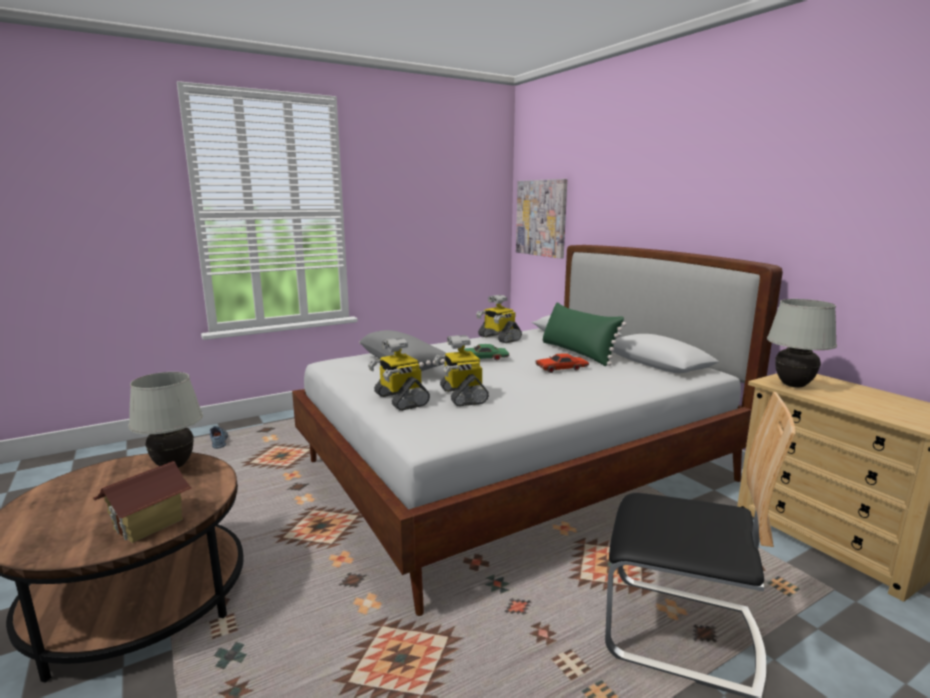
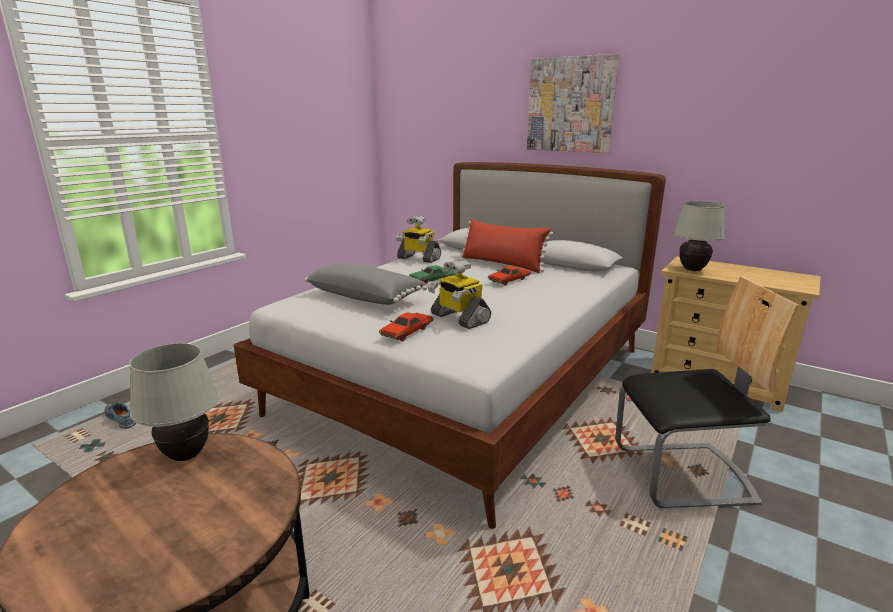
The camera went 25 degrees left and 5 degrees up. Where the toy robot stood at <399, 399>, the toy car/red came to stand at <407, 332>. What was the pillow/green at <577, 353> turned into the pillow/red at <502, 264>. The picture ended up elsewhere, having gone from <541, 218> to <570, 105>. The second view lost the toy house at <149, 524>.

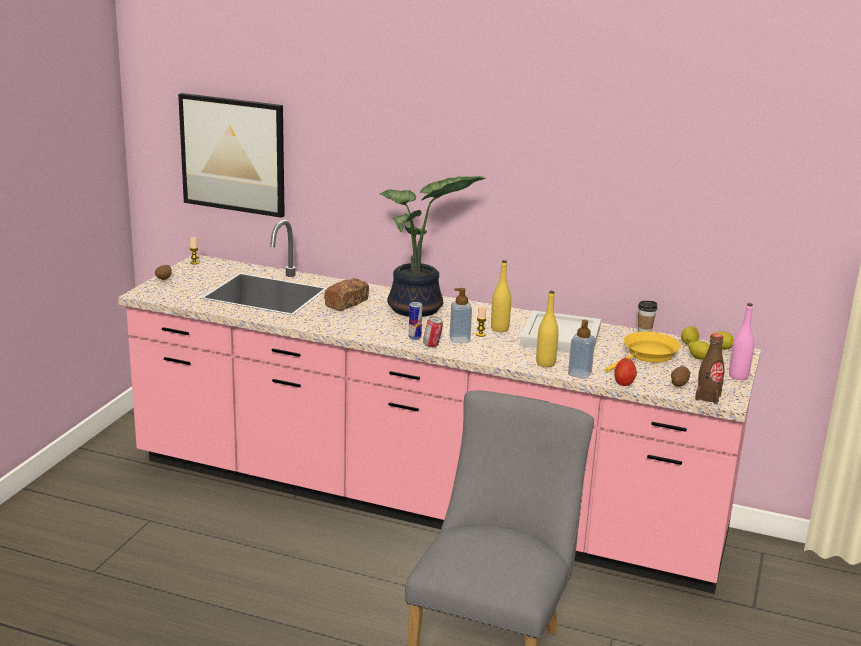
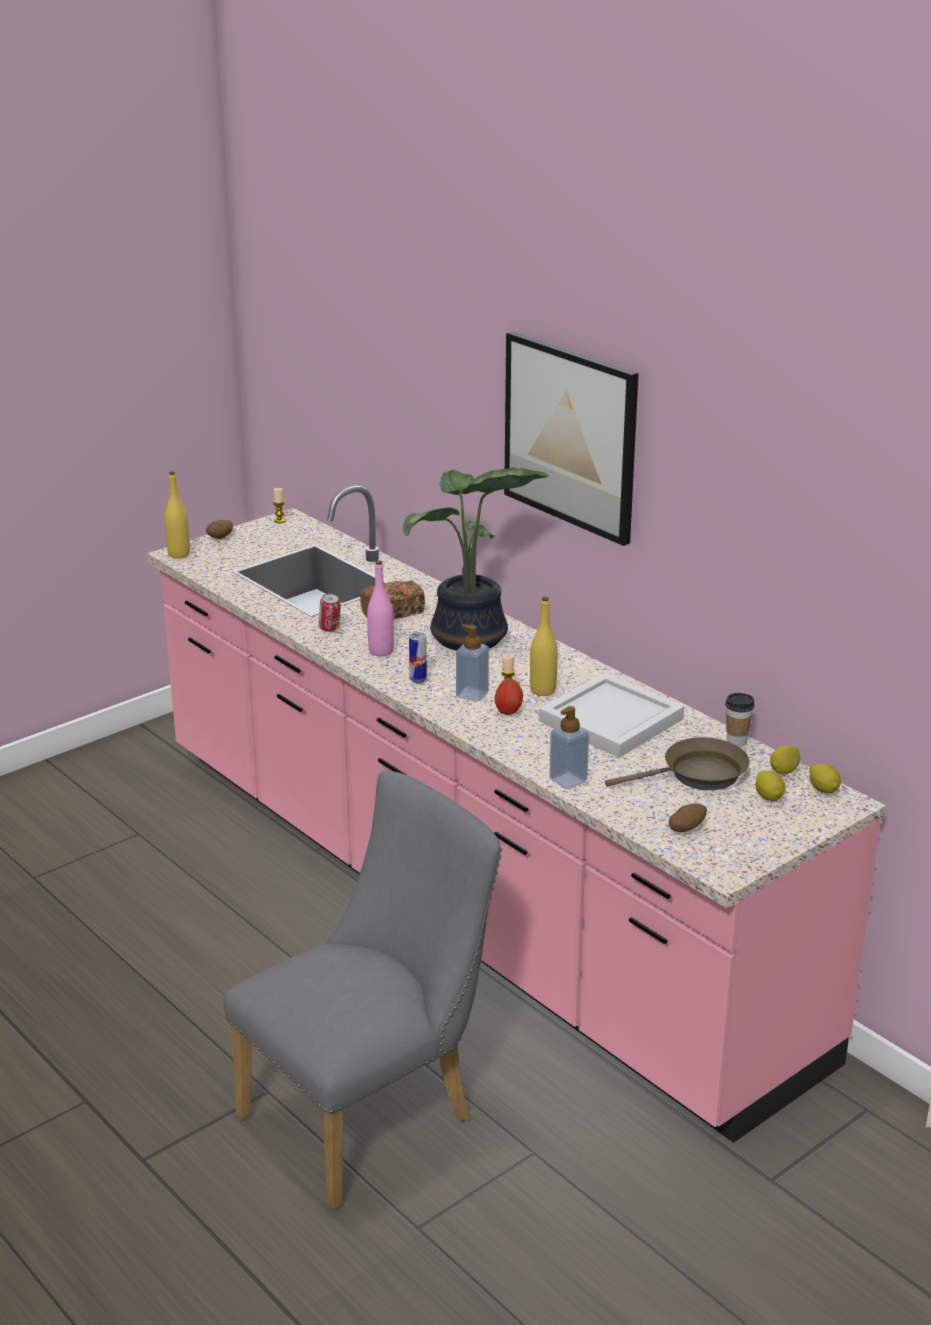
The camera went 30 degrees right and 5 degrees up. The bottle/yellow ended up elsewhere, having gone from <545, 363> to <179, 554>. The can ended up elsewhere, having gone from <432, 345> to <330, 630>. The bottle/pink ended up elsewhere, having gone from <738, 376> to <381, 651>. The apple ended up elsewhere, having gone from <624, 383> to <508, 711>. The picture ended up elsewhere, having gone from <233, 154> to <571, 436>. What was the frying pan/yellow at <647, 355> turned into the frying pan/brown at <698, 775>. The second view lost the bottle/brown at <708, 397>.

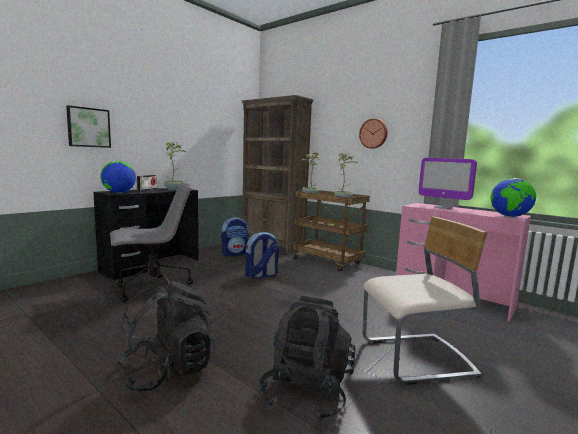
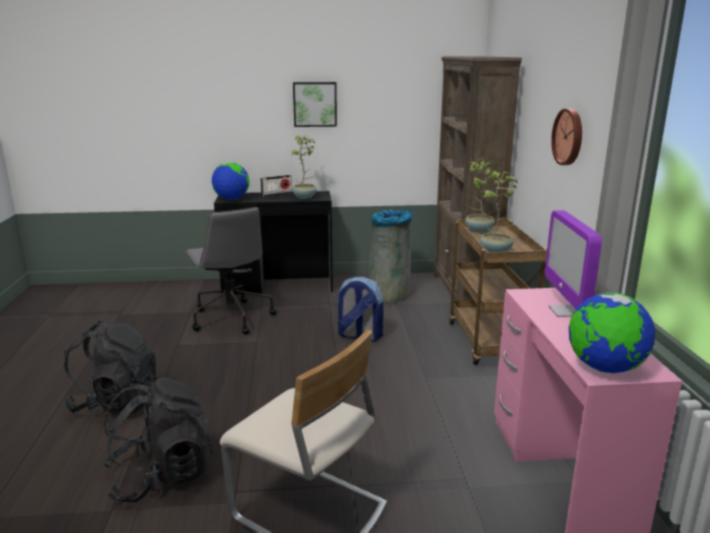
The camera went 45 degrees right and 10 degrees up. The office chair/grey at <152, 289> ended up facing another way, 45 degrees clockwise from before. The picture ended up elsewhere, having gone from <88, 127> to <315, 104>. Where the backpack stood at <235, 253>, the trash can/grey came to stand at <390, 293>.

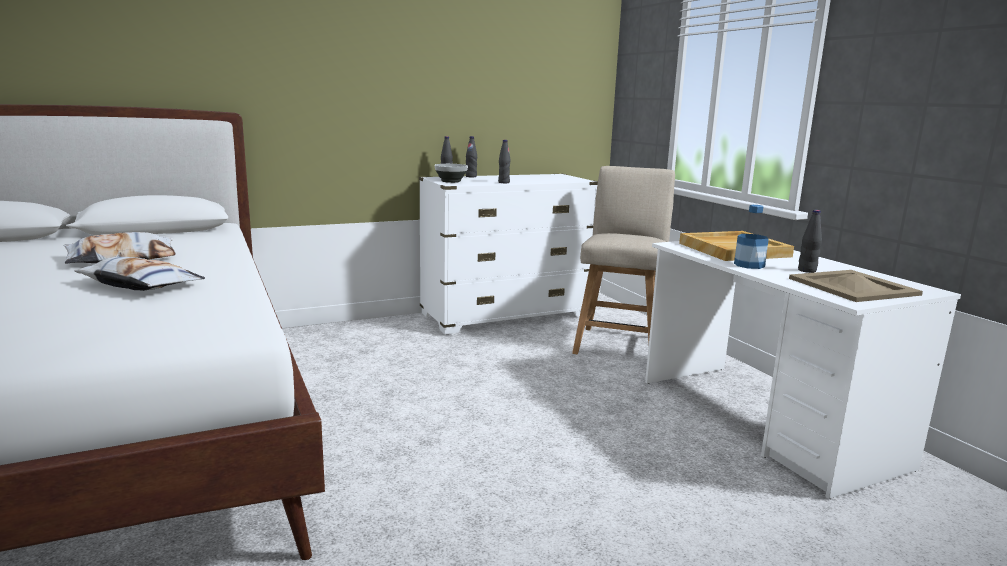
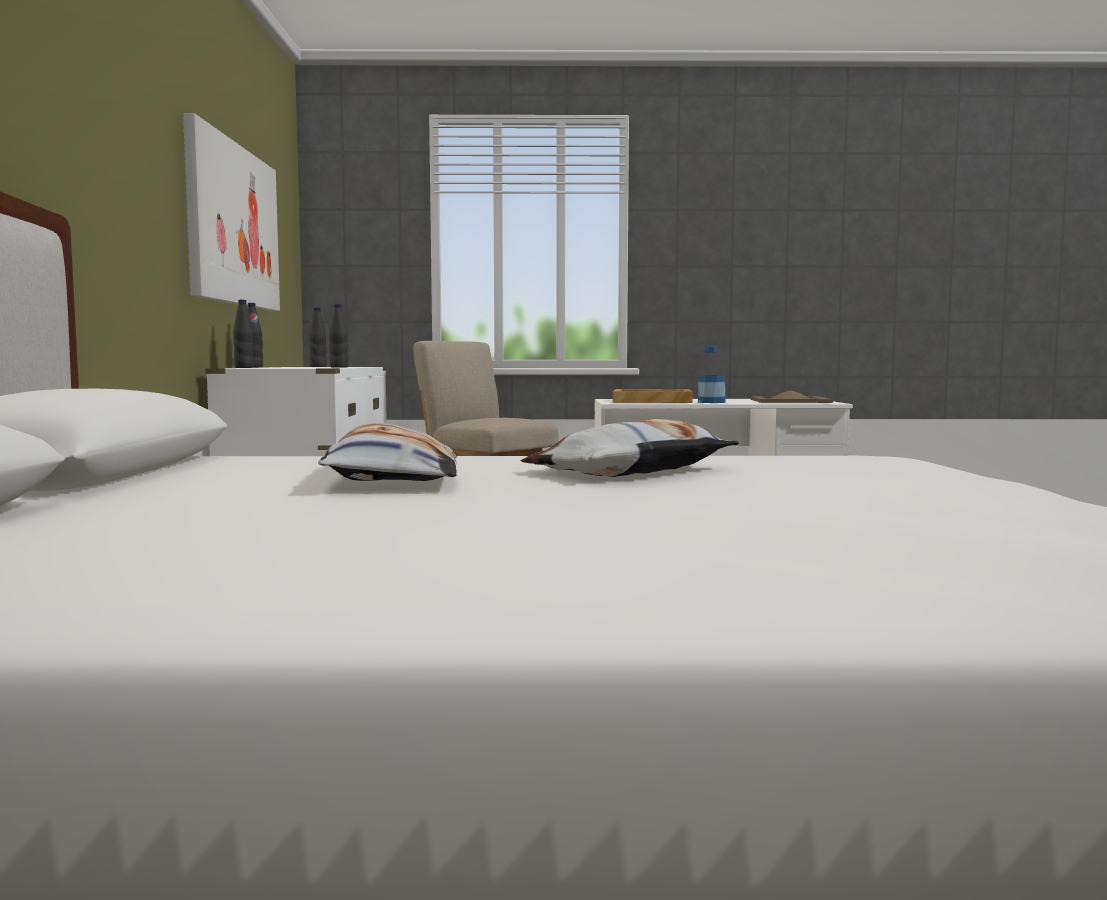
The camera went 65 degrees left and 10 degrees down. The second view gained the picture at <233, 225>. The bottle/black ended up elsewhere, having gone from <807, 270> to <318, 367>. The second view lost the bowl at <450, 181>.

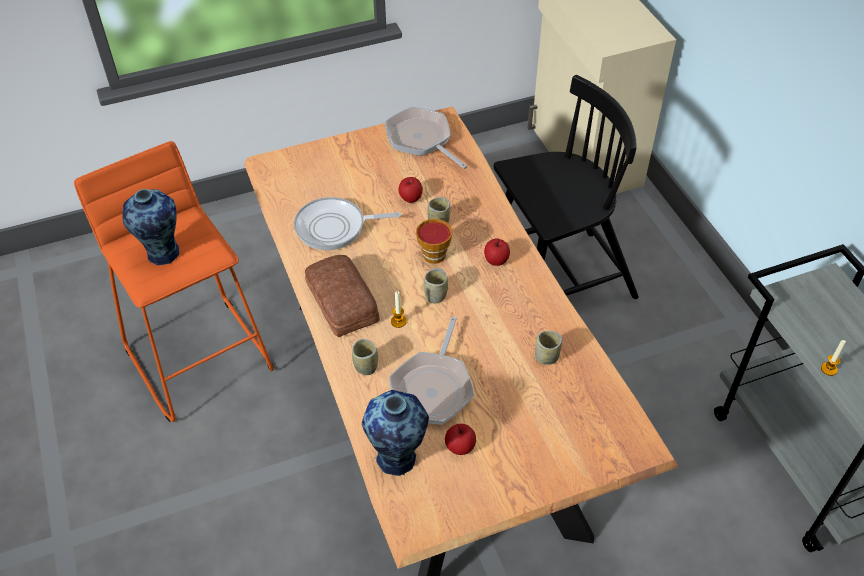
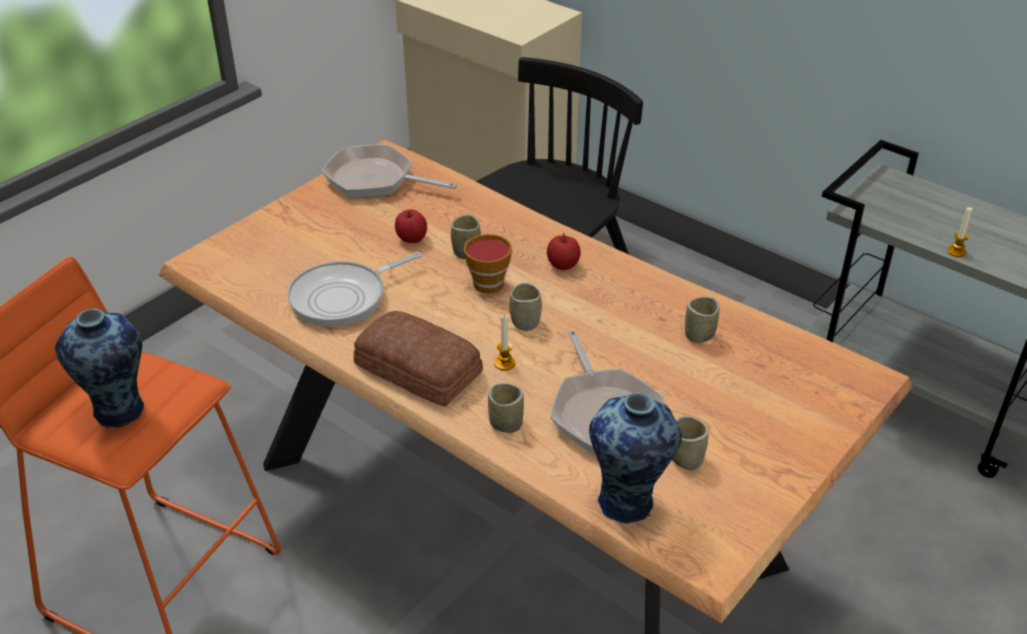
The camera went 30 degrees left and 10 degrees down. Where the apple stood at <460, 446>, the cup came to stand at <686, 459>.

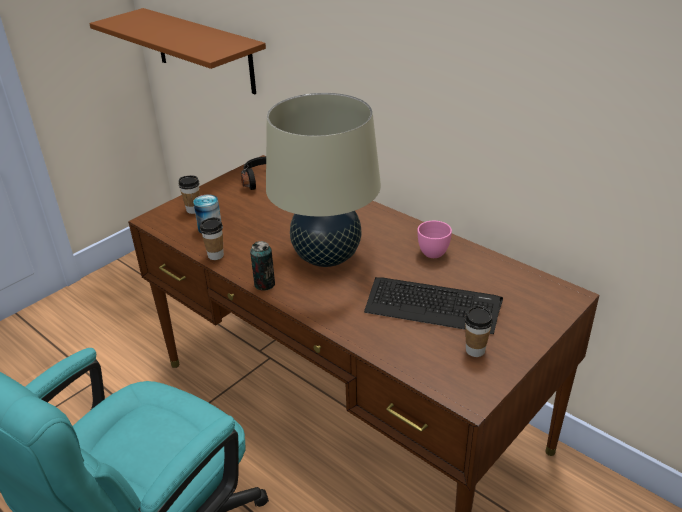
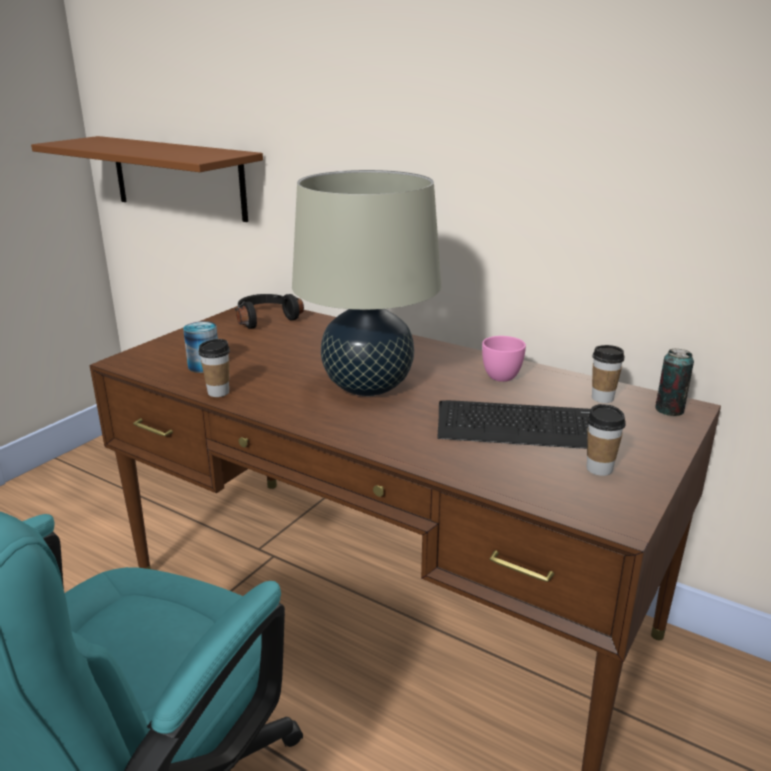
The camera went 10 degrees left and 10 degrees down. The cup ended up elsewhere, having gone from <193, 210> to <602, 398>. The can ended up elsewhere, having gone from <264, 284> to <669, 410>.

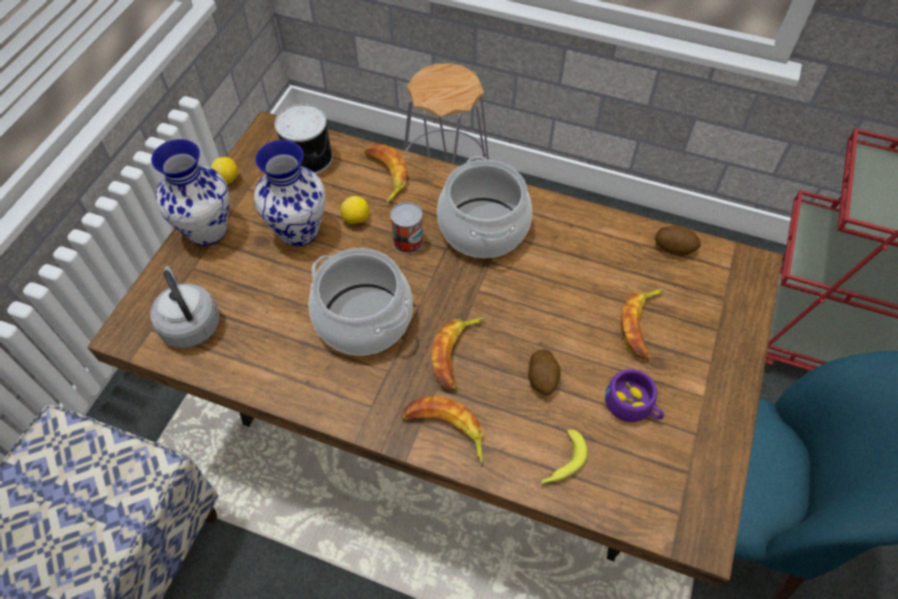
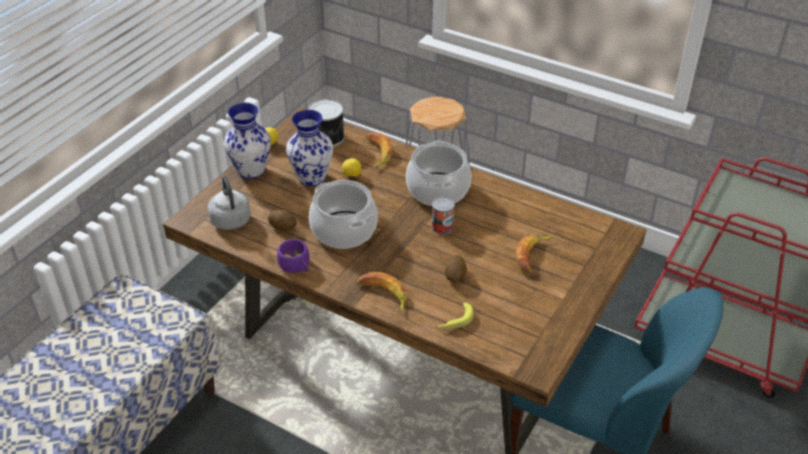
The camera went 10 degrees right and 15 degrees down. The potato ended up elsewhere, having gone from <674, 247> to <283, 227>. The cup/purple ended up elsewhere, having gone from <633, 406> to <296, 265>. The can ended up elsewhere, having gone from <408, 241> to <442, 227>. The second view lost the banana at <457, 354>.

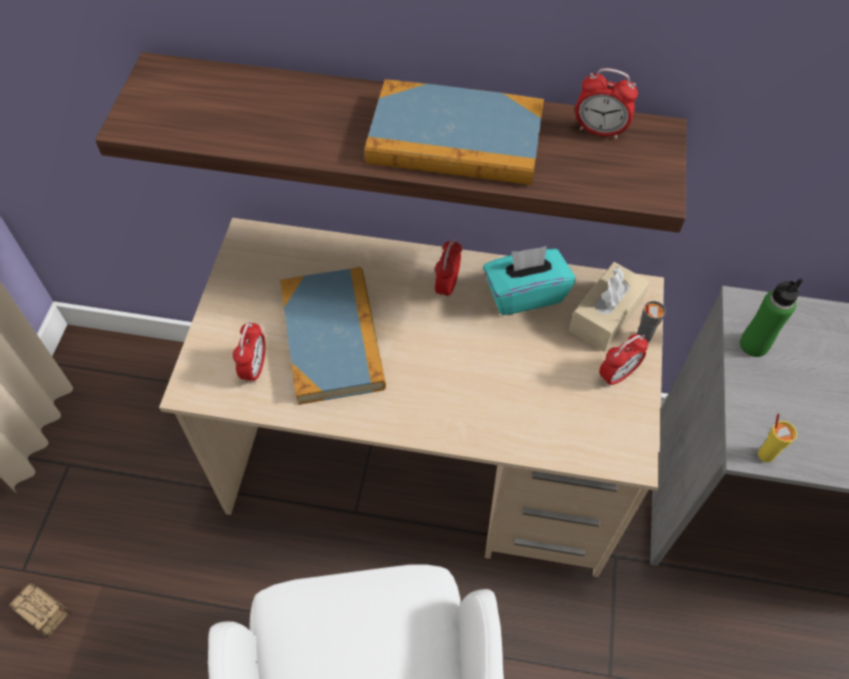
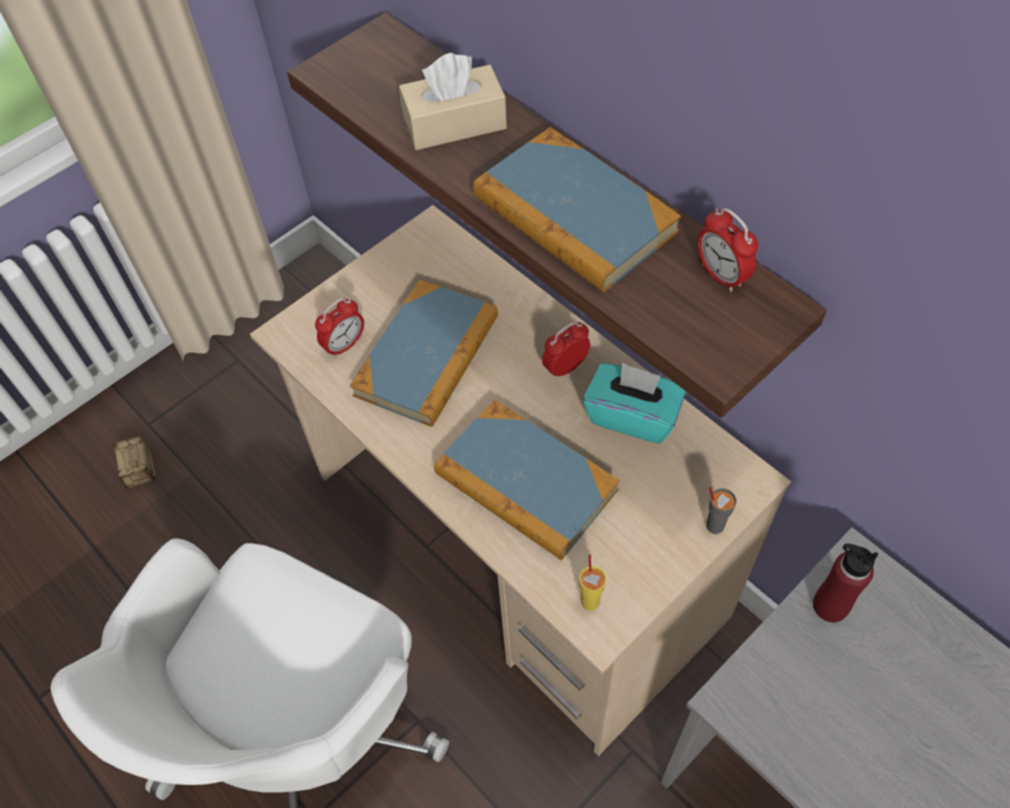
The camera went 40 degrees right and 0 degrees up. The tissue box/beige ended up elsewhere, having gone from <605, 316> to <454, 123>. The second view gained the book at <525, 482>. The cup/yellow ended up elsewhere, having gone from <765, 454> to <590, 601>. What was the bottle/green at <753, 345> turned into the bottle/red at <830, 605>. The second view lost the alarm clock at <617, 375>.

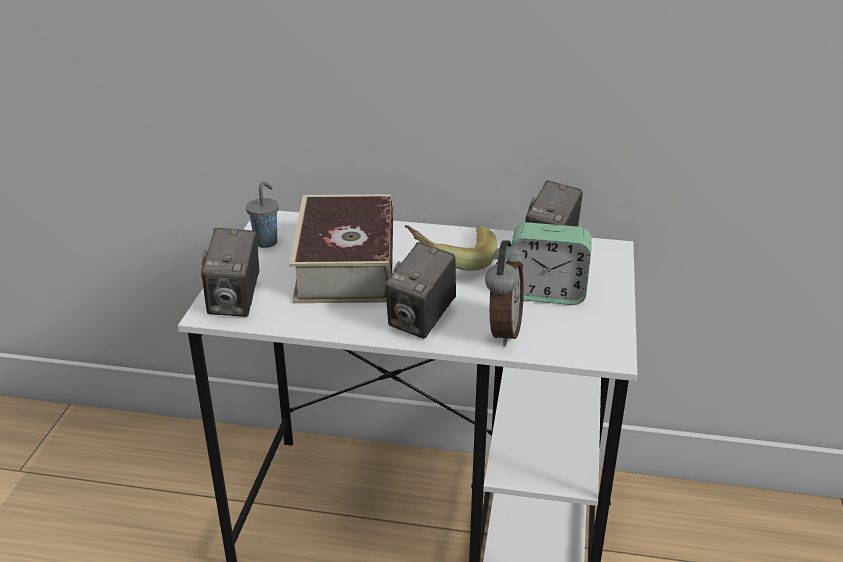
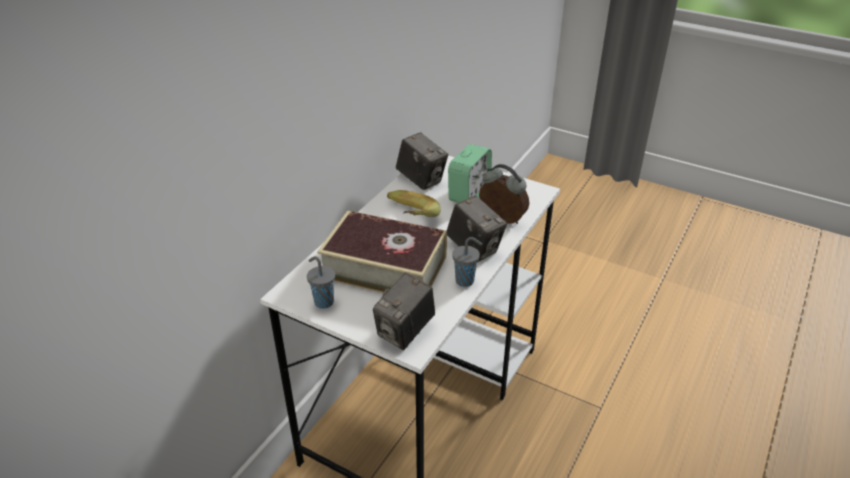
The camera went 70 degrees left and 5 degrees up. The photo camera at <235, 302> ended up facing another way, 105 degrees clockwise from before. The second view gained the cup/grey at <466, 281>.

